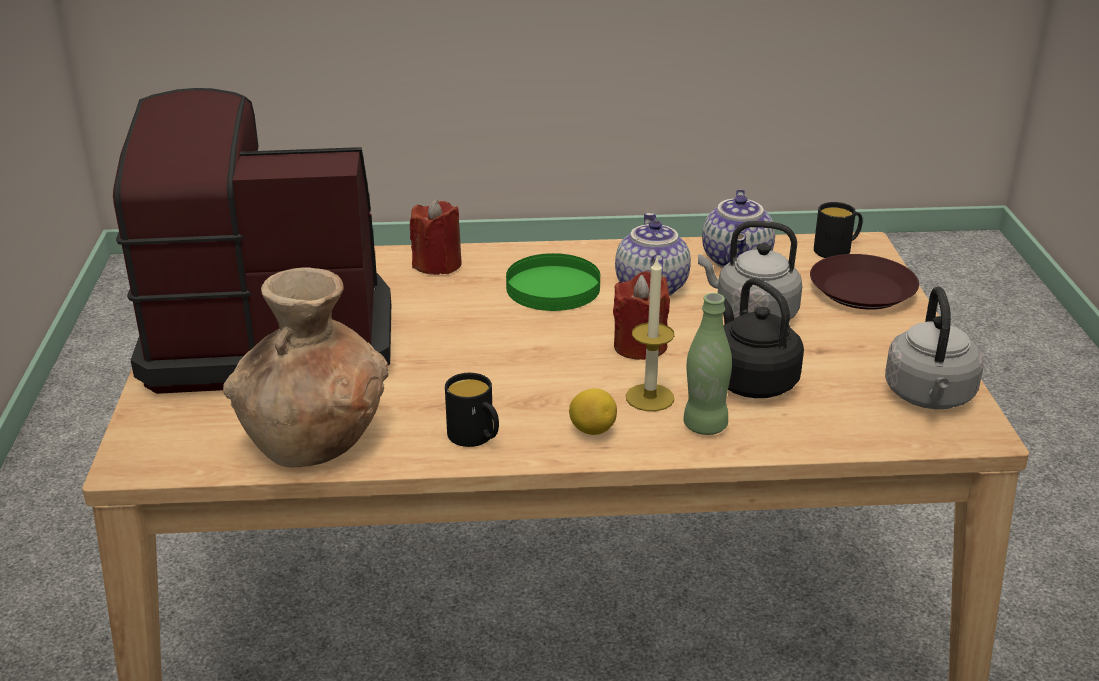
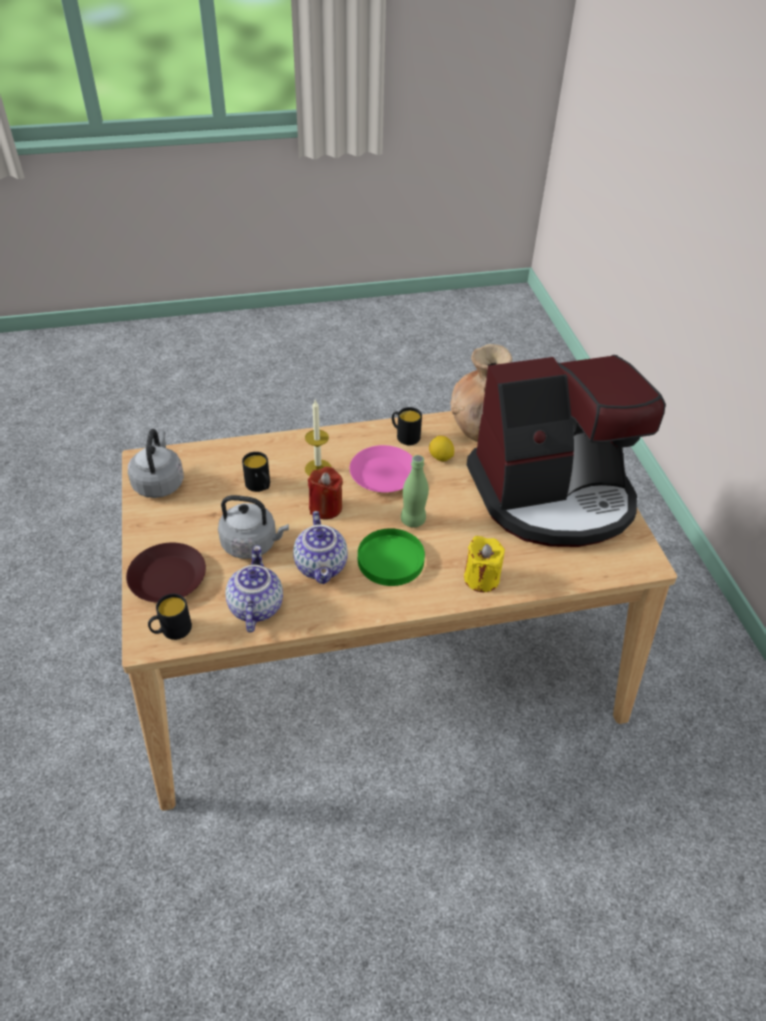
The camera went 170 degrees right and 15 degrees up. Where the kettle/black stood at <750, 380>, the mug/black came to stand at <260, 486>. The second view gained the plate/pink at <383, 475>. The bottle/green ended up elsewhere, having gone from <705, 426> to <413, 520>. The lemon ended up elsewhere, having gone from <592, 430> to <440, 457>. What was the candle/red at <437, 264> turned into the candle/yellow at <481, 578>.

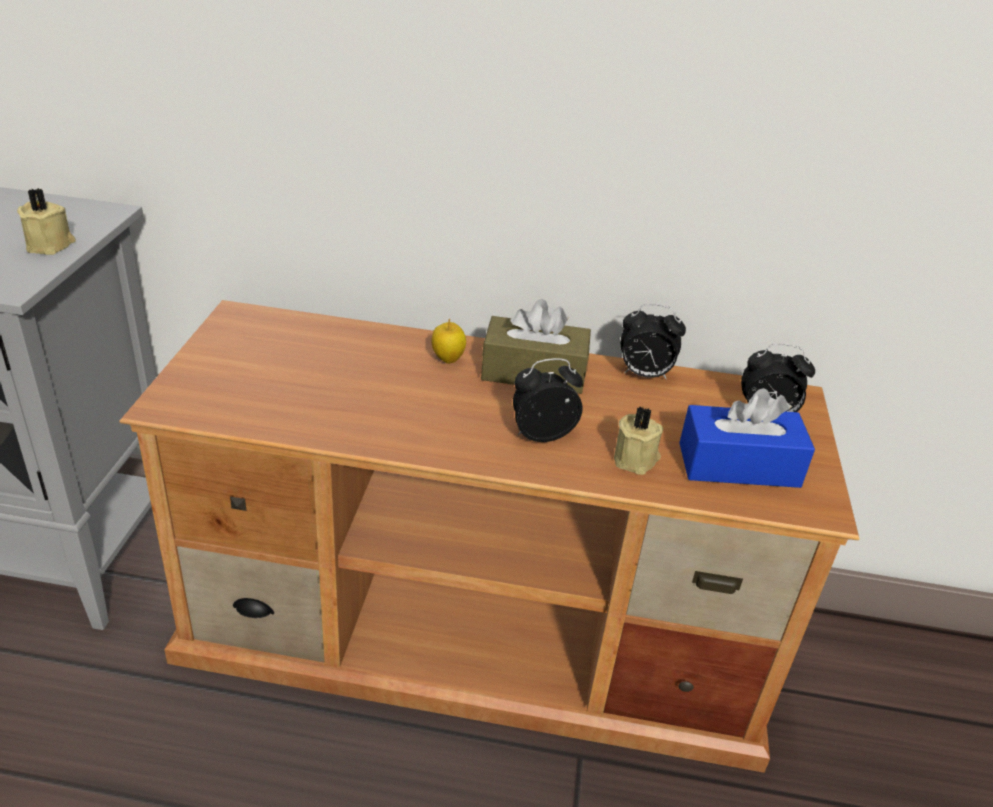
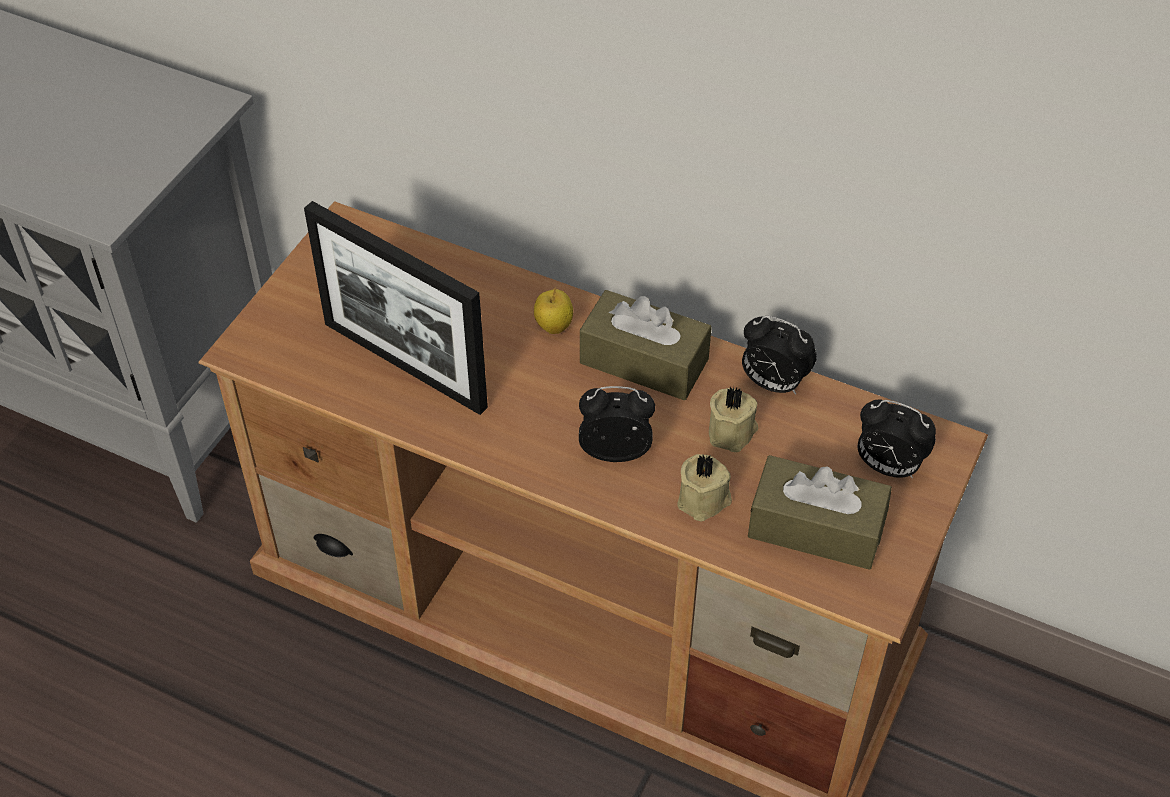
The camera went 20 degrees right and 15 degrees up. The second view gained the picture frame at <404, 365>. The candle/beige ended up elsewhere, having gone from <51, 245> to <733, 432>. What was the tissue box/blue at <738, 465> turned into the tissue box/brown at <816, 528>.

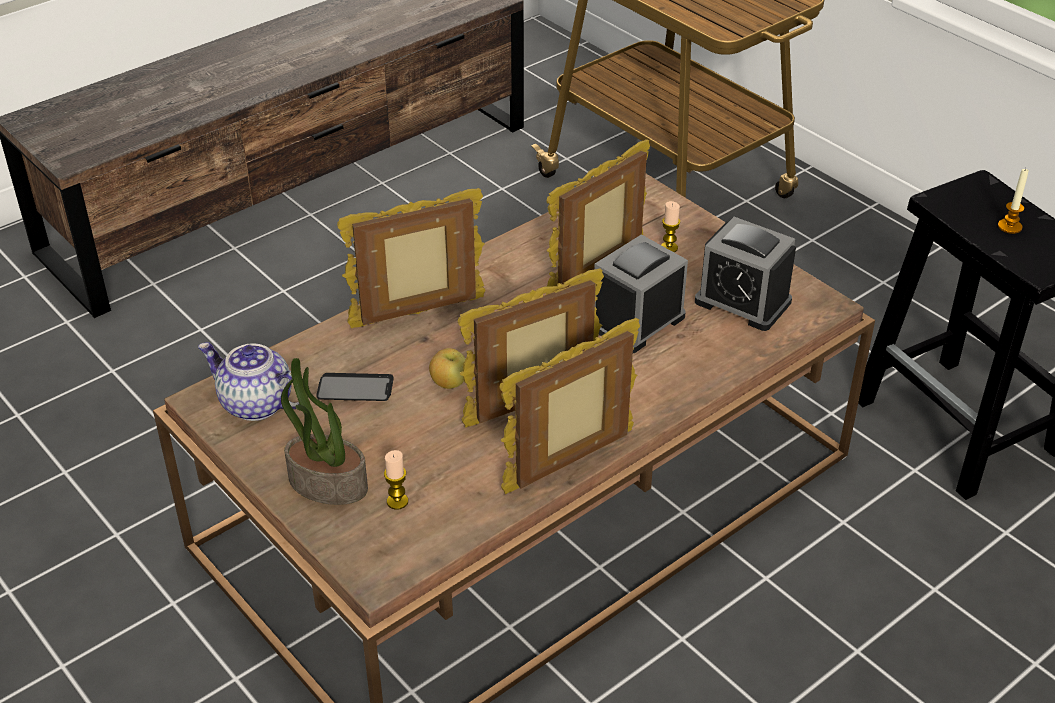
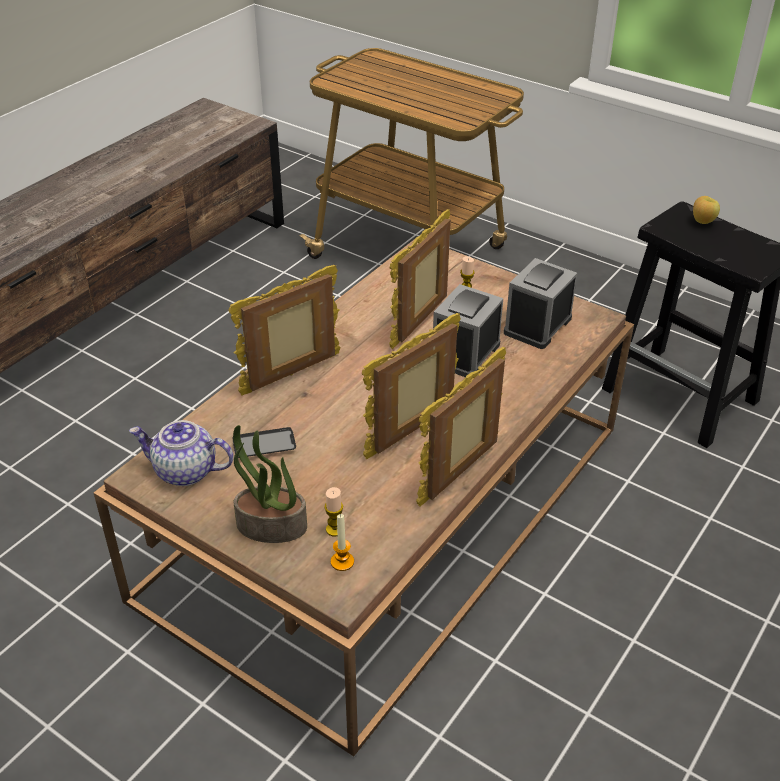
The camera went 15 degrees left and 0 degrees up. The candle ended up elsewhere, having gone from <1009, 226> to <342, 562>. The alarm clock at <742, 302> ended up facing another way, 105 degrees clockwise from before. The apple ended up elsewhere, having gone from <449, 383> to <702, 222>.

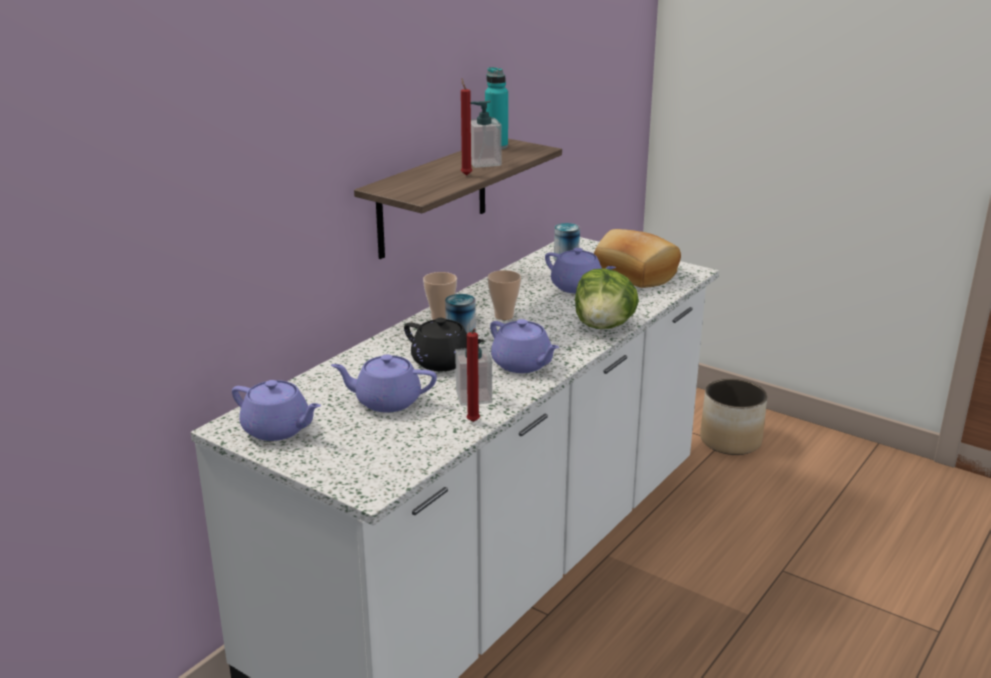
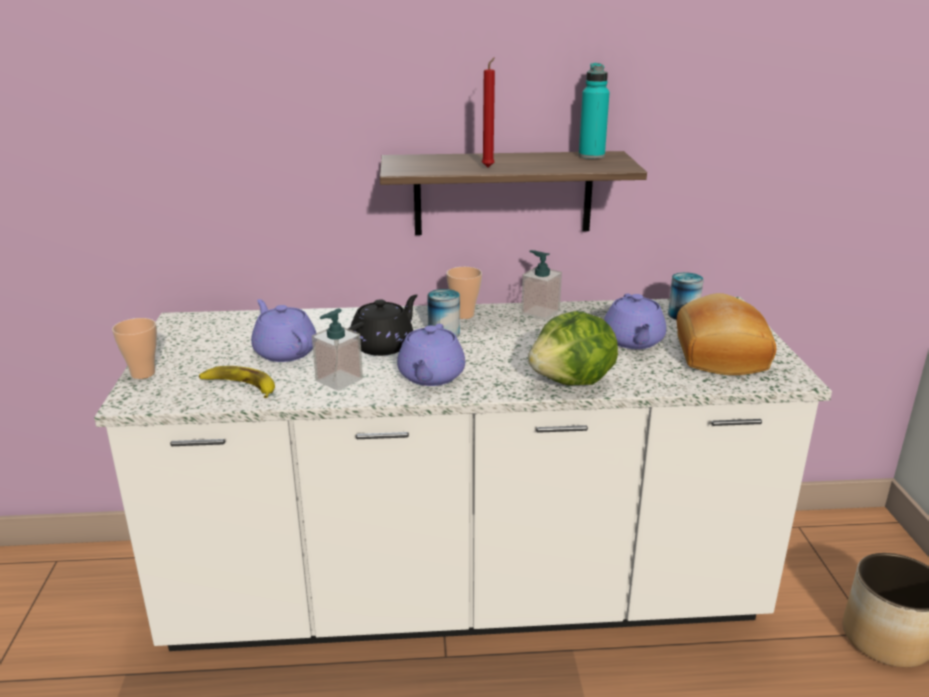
The camera went 50 degrees right and 0 degrees up. The cup ended up elsewhere, having gone from <504, 316> to <143, 373>. The second view gained the banana at <240, 386>. The teapot/black at <443, 363> ended up facing another way, 135 degrees counterclockwise from before. The soap dispenser ended up elsewhere, having gone from <484, 163> to <540, 312>. The second view lost the teapot/purple at <278, 429>. The second view lost the candle/red at <473, 423>.

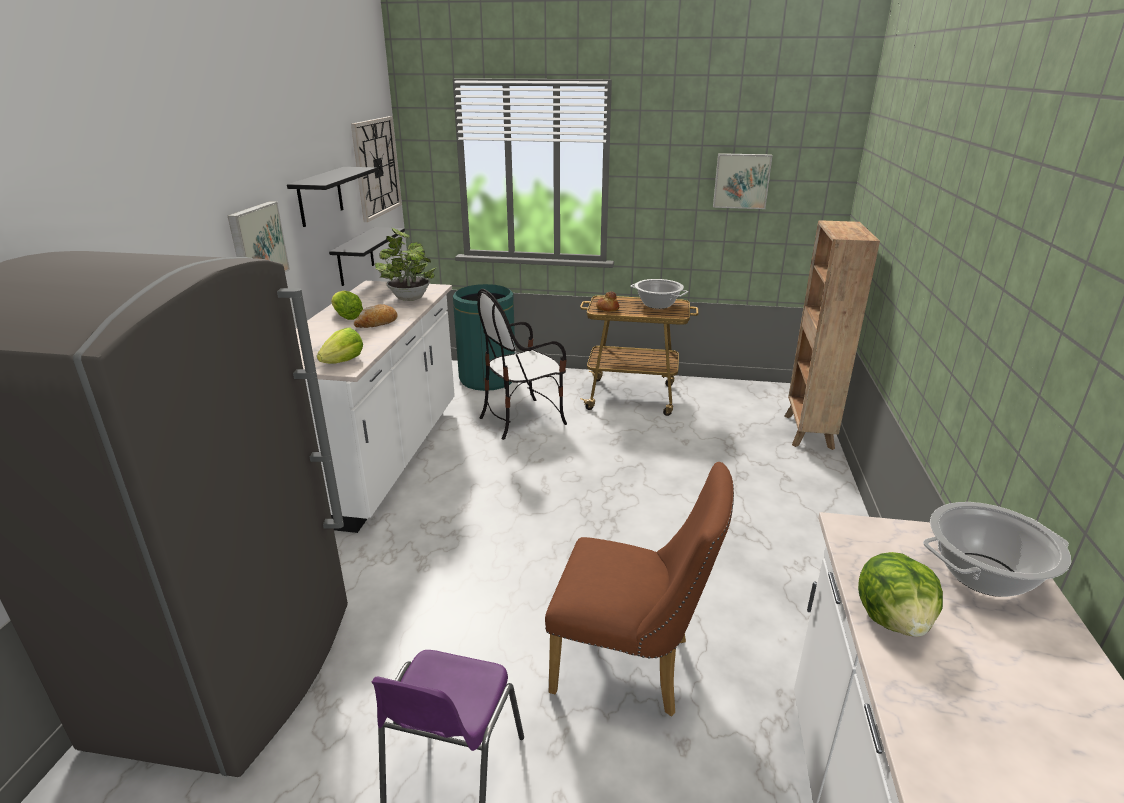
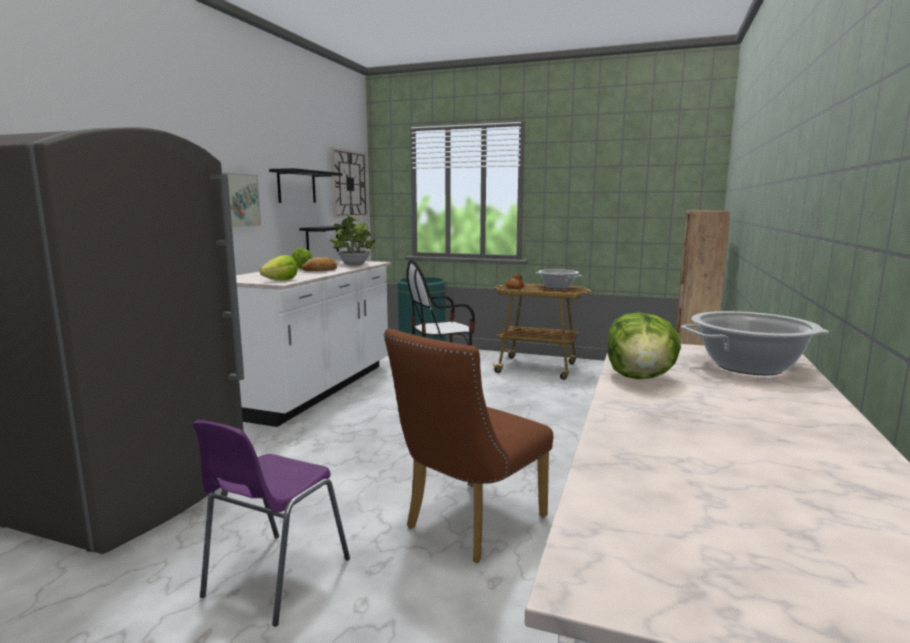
The camera went 10 degrees right and 15 degrees down. The chair/brown at <632, 667> ended up facing another way, 105 degrees clockwise from before. The second view lost the picture at <741, 181>.

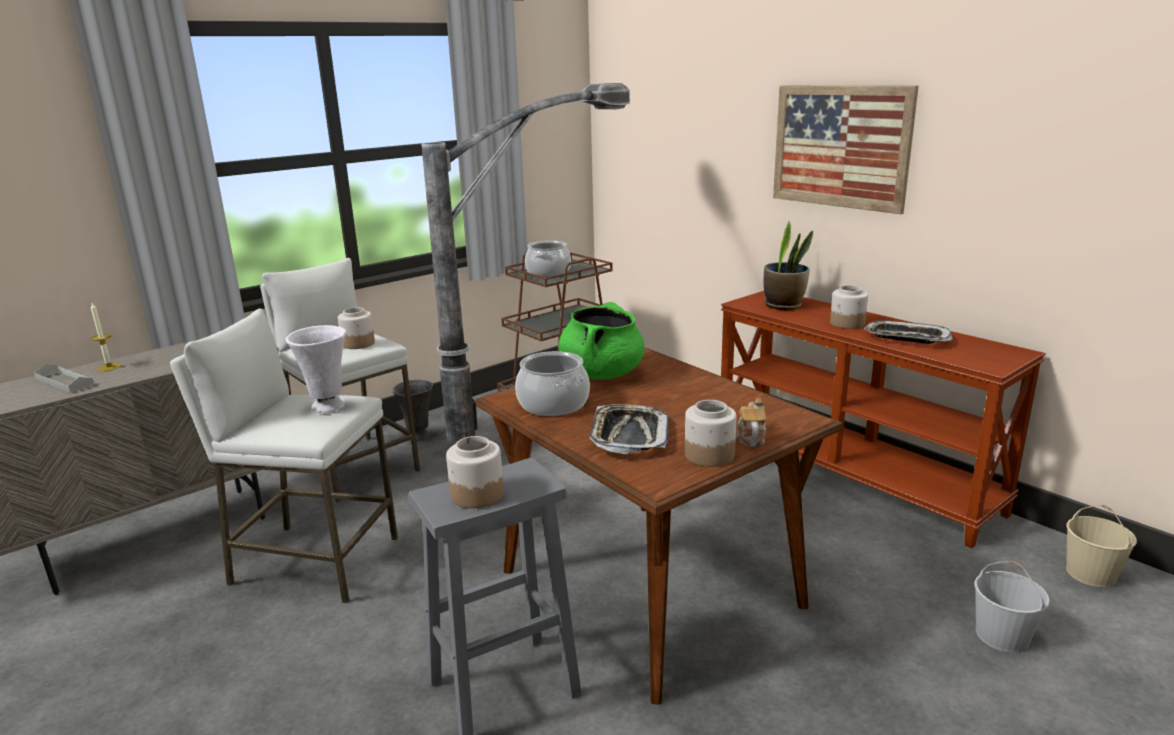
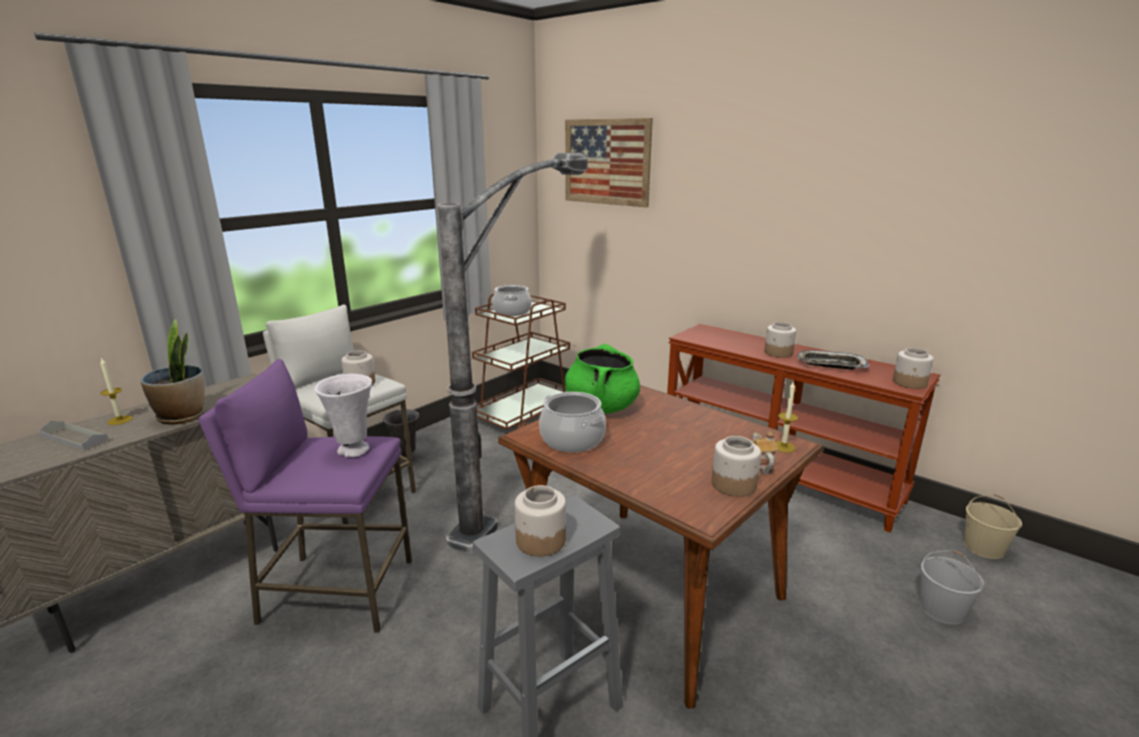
The camera went 10 degrees left and 0 degrees up. The potted plant ended up elsewhere, having gone from <783, 305> to <182, 416>. What was the stool/white at <314, 561> turned into the stool/purple at <336, 591>. The picture ended up elsewhere, having gone from <840, 146> to <607, 162>. The second view gained the candle at <783, 447>. The second view gained the jar at <910, 383>. The second view lost the tray at <629, 435>.

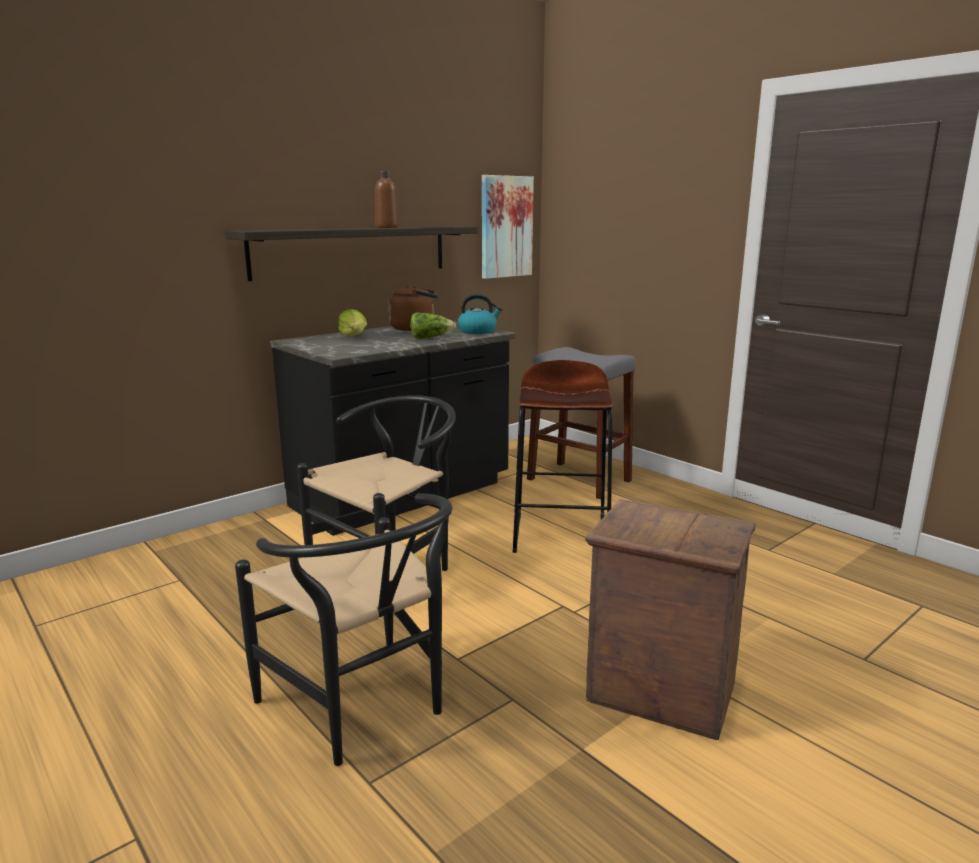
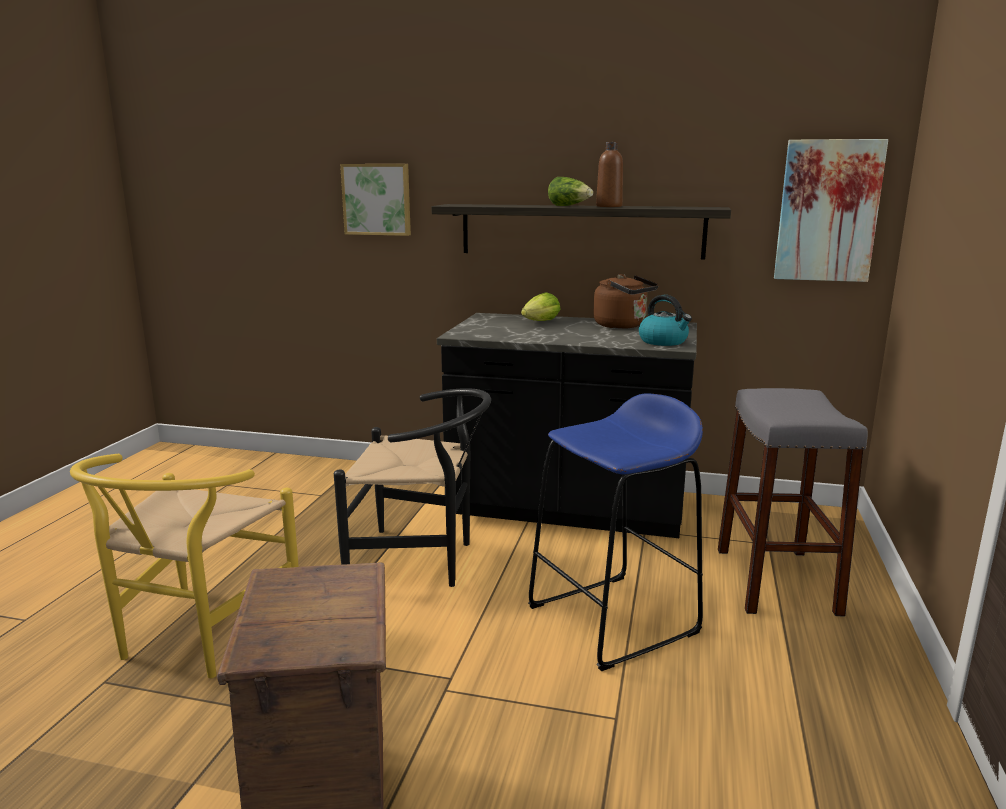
The camera went 55 degrees right and 0 degrees up. What was the chair/black at <363, 709> turned into the chair/yellow at <198, 639>. The second view gained the picture at <377, 199>. What was the stool/brown at <561, 534> turned into the stool/blue at <613, 619>. The lettuce ended up elsewhere, having gone from <430, 338> to <570, 206>.

